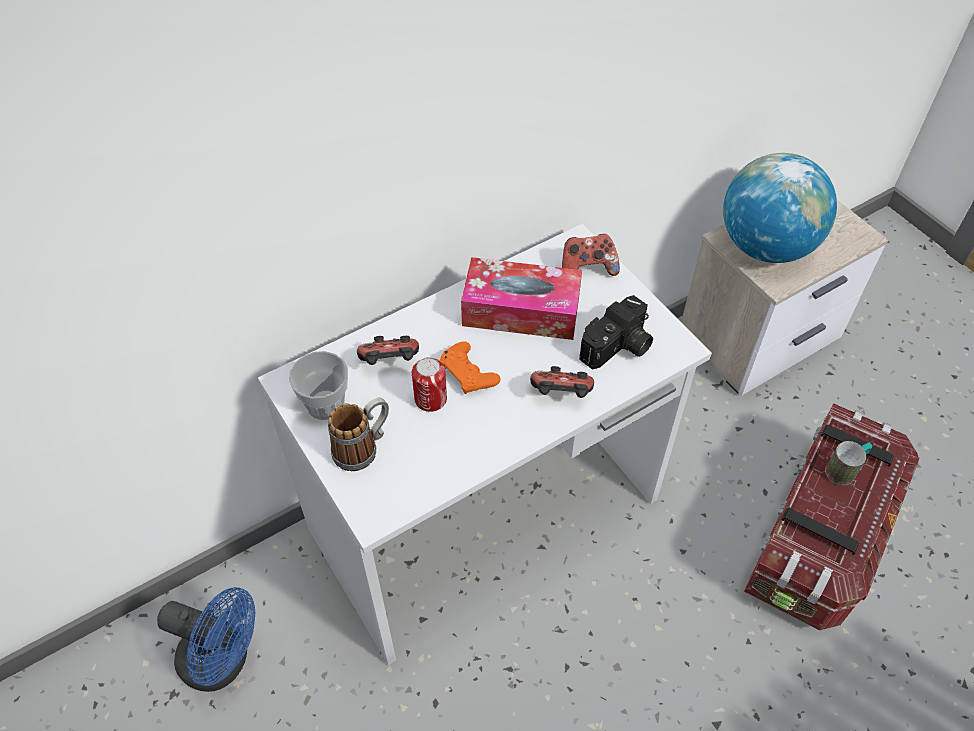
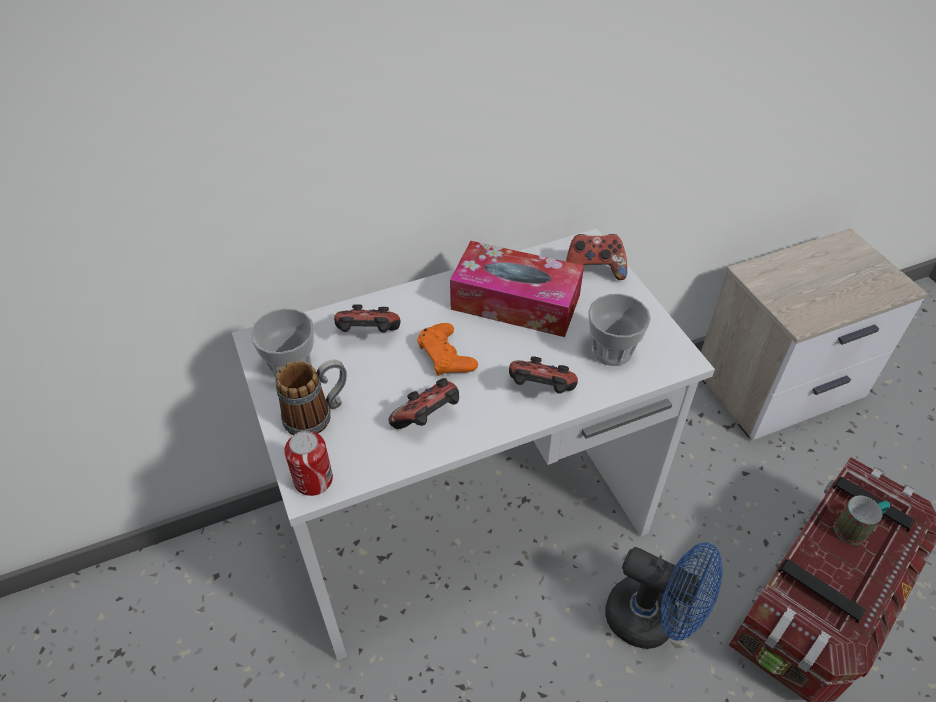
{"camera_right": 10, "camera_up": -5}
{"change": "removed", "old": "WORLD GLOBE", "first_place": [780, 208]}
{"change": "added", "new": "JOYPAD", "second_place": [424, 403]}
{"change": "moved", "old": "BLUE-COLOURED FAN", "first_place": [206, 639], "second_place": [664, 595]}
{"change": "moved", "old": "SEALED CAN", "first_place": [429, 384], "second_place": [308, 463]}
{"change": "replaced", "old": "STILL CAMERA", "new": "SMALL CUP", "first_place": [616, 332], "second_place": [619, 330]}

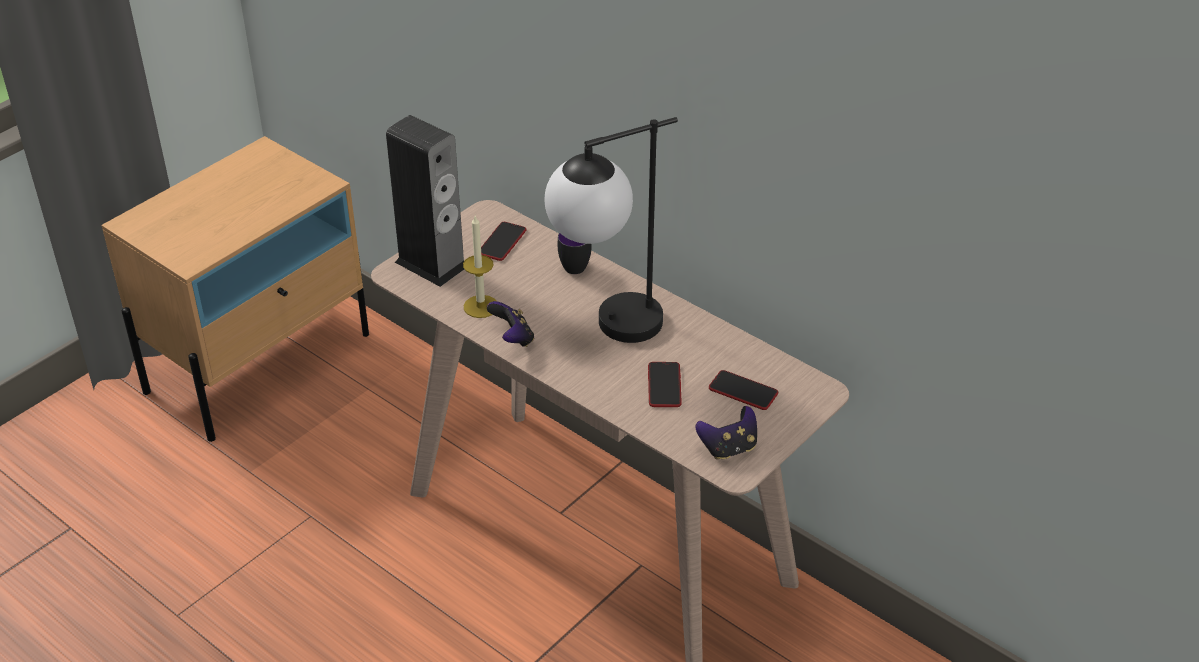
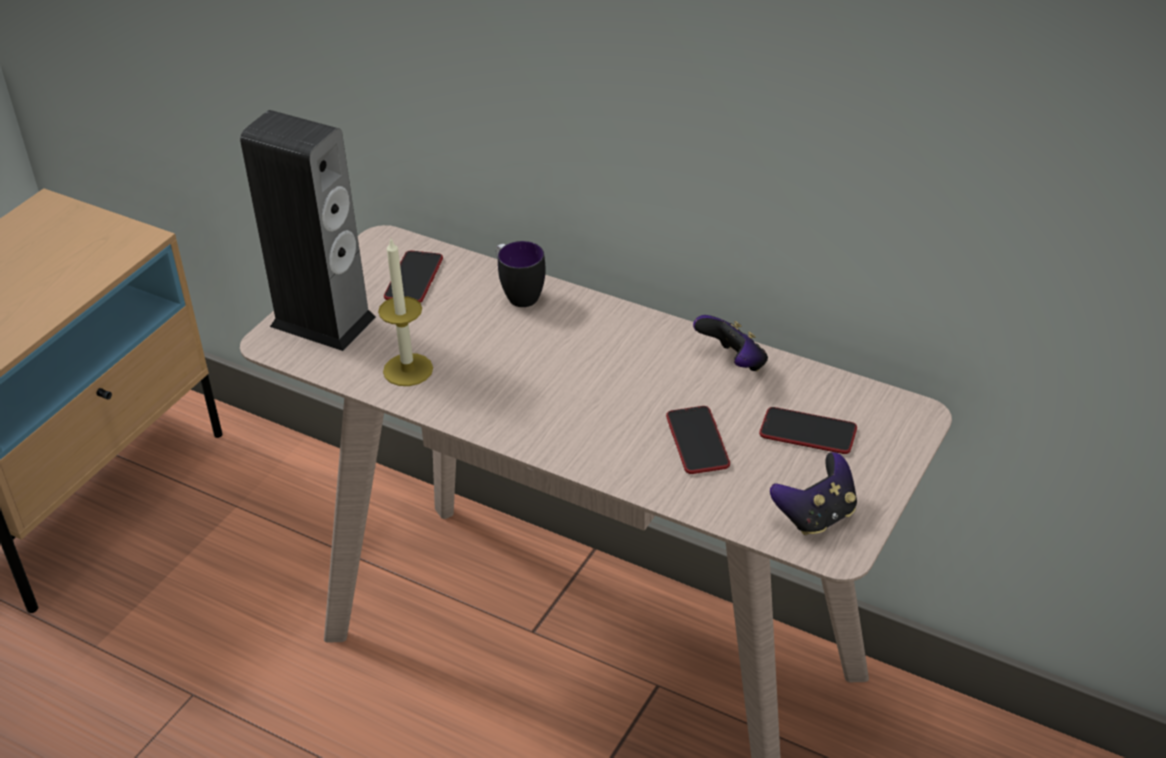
{"camera_right": -10, "camera_up": 0}
{"change": "removed", "old": "TABLE LAMP", "first_place": [611, 230]}
{"change": "moved", "old": "JOYPAD", "first_place": [510, 324], "second_place": [730, 343]}

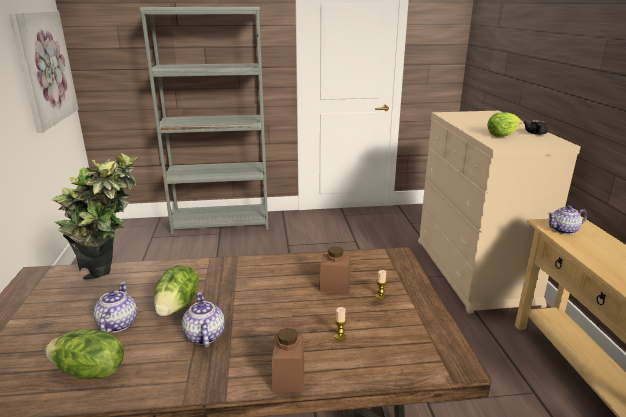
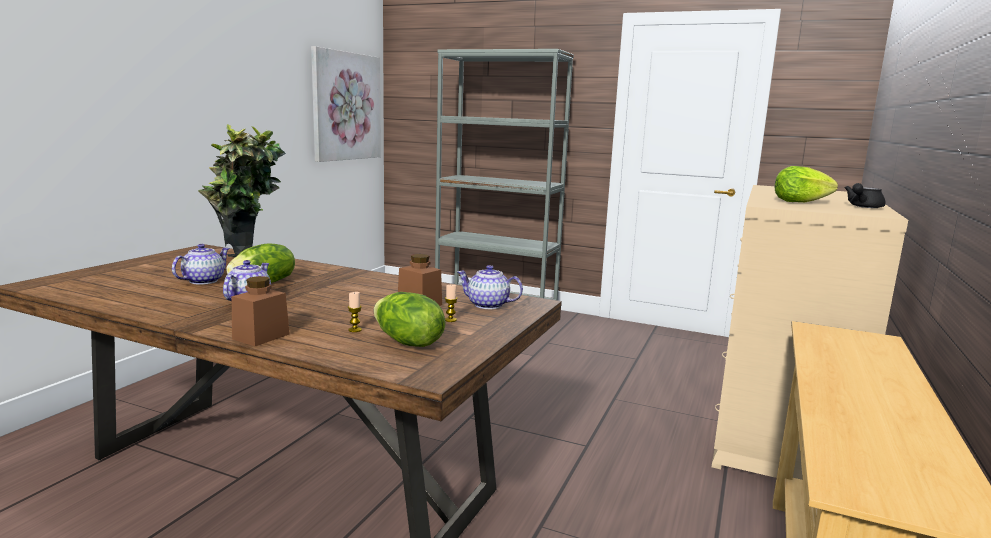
{"camera_right": 30, "camera_up": -10}
{"change": "moved", "old": "LETTUCE", "first_place": [84, 354], "second_place": [410, 319]}
{"change": "moved", "old": "TEAPOT", "first_place": [567, 219], "second_place": [490, 287]}

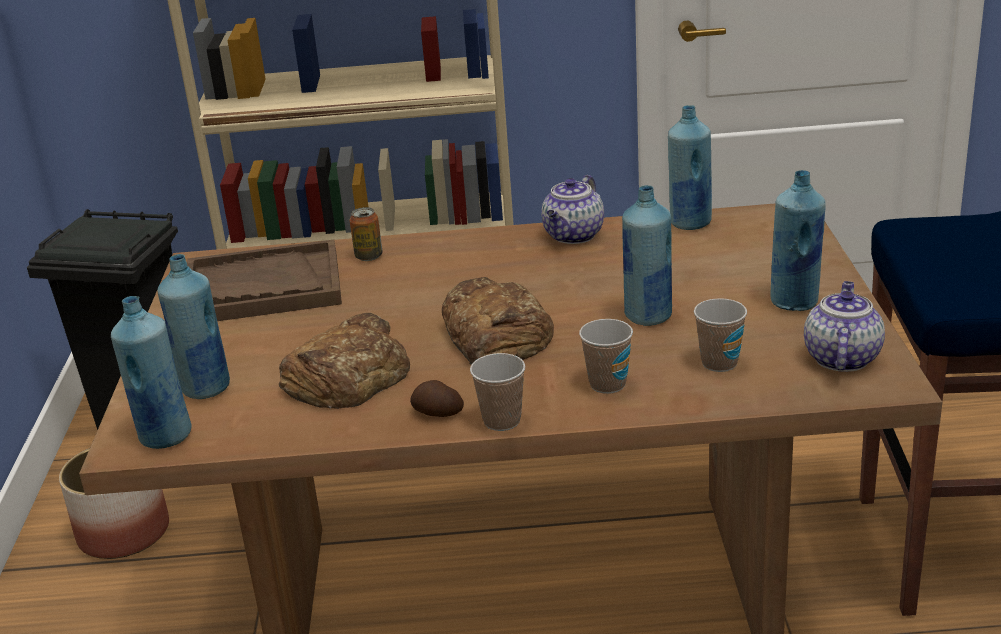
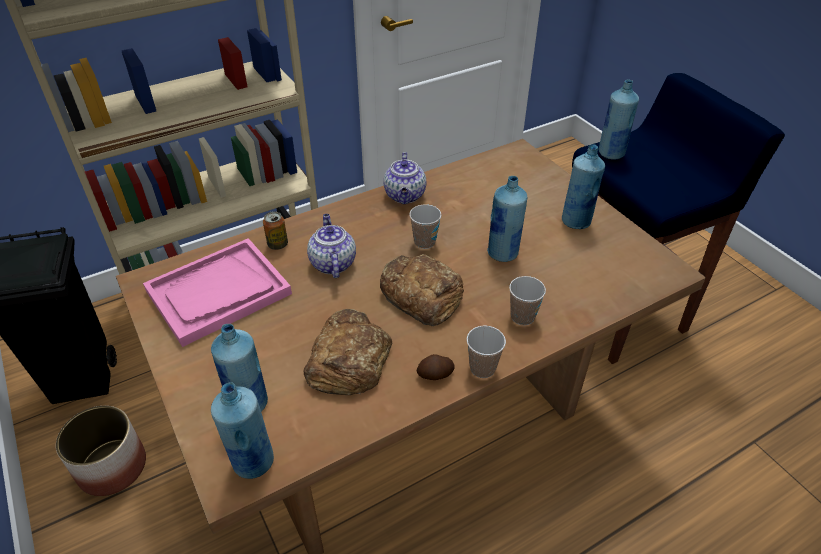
{"camera_right": -30, "camera_up": 15}
{"change": "moved", "old": "BLUE-COLOURED DRINK BOTTLE", "first_place": [690, 167], "second_place": [619, 120]}
{"change": "moved", "old": "SMALL CUP", "first_place": [720, 335], "second_place": [425, 226]}
{"change": "moved", "old": "TEAPOT", "first_place": [844, 326], "second_place": [331, 246]}
{"change": "recoloured", "old": "BROWN CARRYING TRAY", "new": "PINKISH CARRYING TRAY", "first_place": [264, 280], "second_place": [217, 292]}

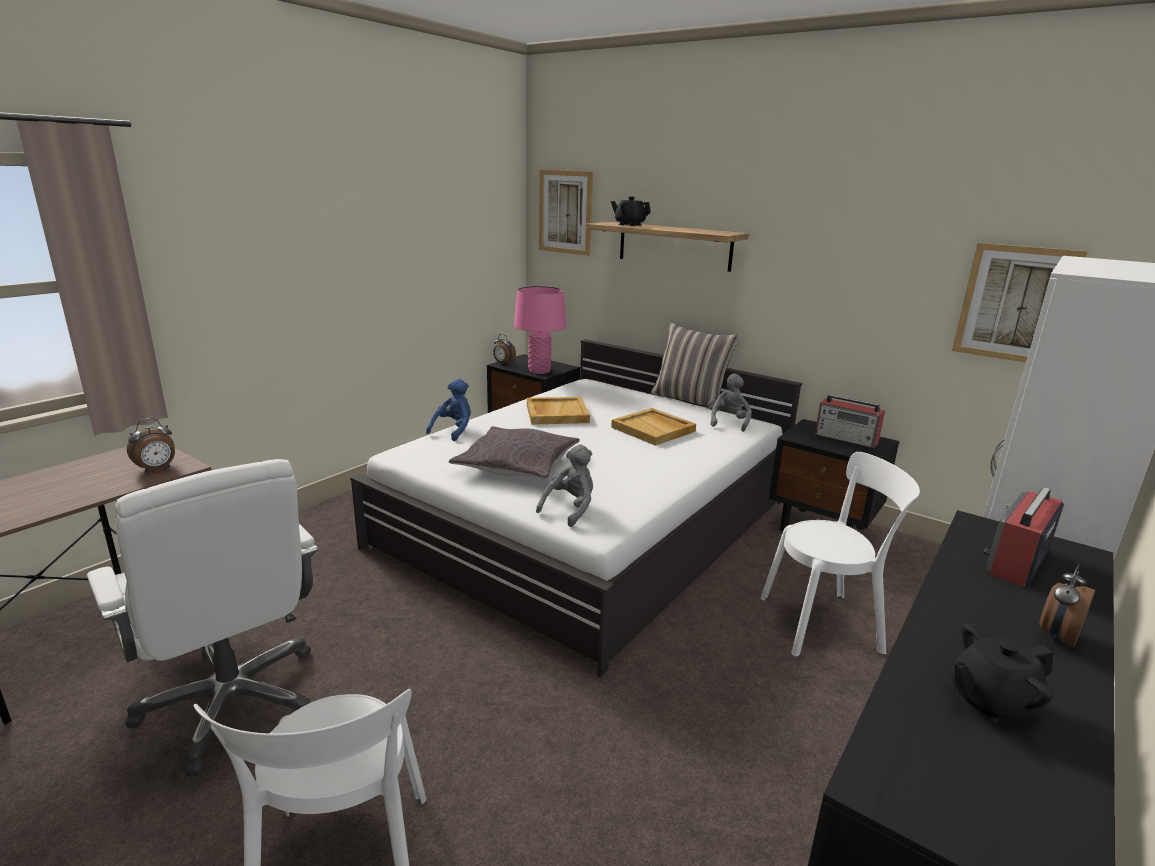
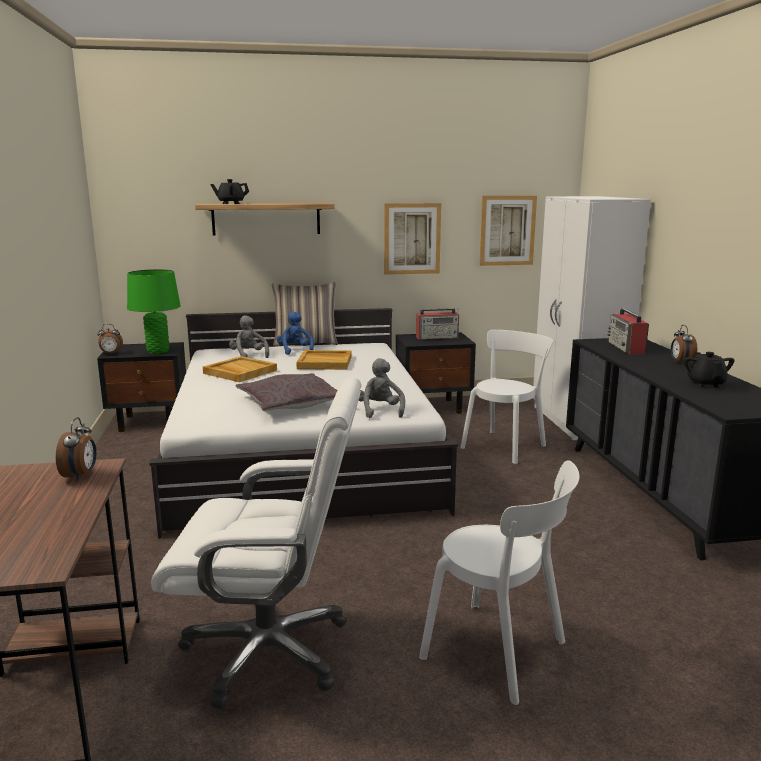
{"camera_right": -45, "camera_up": -5}
{"change": "moved", "old": "BLUE-COLOURED PLUSH TOY", "first_place": [448, 410], "second_place": [295, 333]}
{"change": "moved", "old": "WALL ART", "first_place": [566, 213], "second_place": [412, 239]}
{"change": "moved", "old": "GRAY PLUSH TOY", "first_place": [730, 402], "second_place": [249, 336]}
{"change": "recoloured", "old": "PINKISH TABLE LAMP", "new": "GREEN-COLOURED TABLE LAMP", "first_place": [540, 330], "second_place": [154, 311]}
{"change": "turned", "old": "BLACK-COLOURED TEAPOT", "first_place": [1001, 673], "second_place": [708, 370], "degrees": 150}

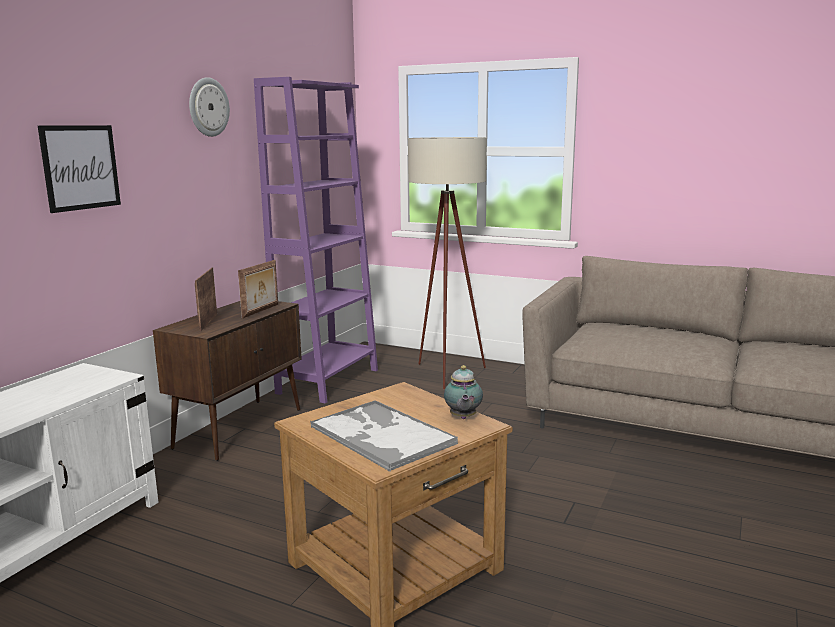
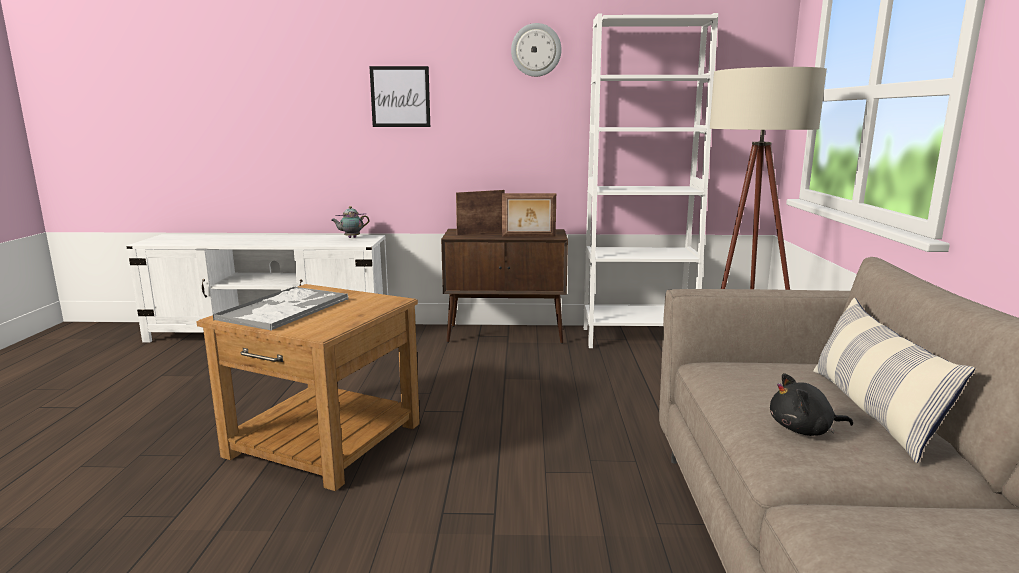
{"camera_right": 65, "camera_up": 0}
{"change": "added", "new": "BLACK-COLOURED PLUSH TOY", "second_place": [811, 404]}
{"change": "added", "new": "THROW PILLOW", "second_place": [894, 380]}
{"change": "moved", "old": "TEAPOT", "first_place": [463, 392], "second_place": [350, 222]}
{"change": "recoloured", "old": "PURPLISH SHELVING UNIT", "new": "WHITE SHELVING UNIT", "first_place": [316, 240], "second_place": [650, 180]}

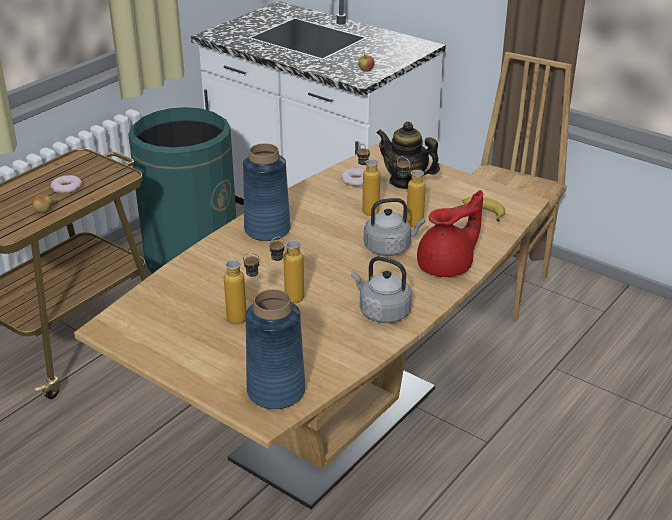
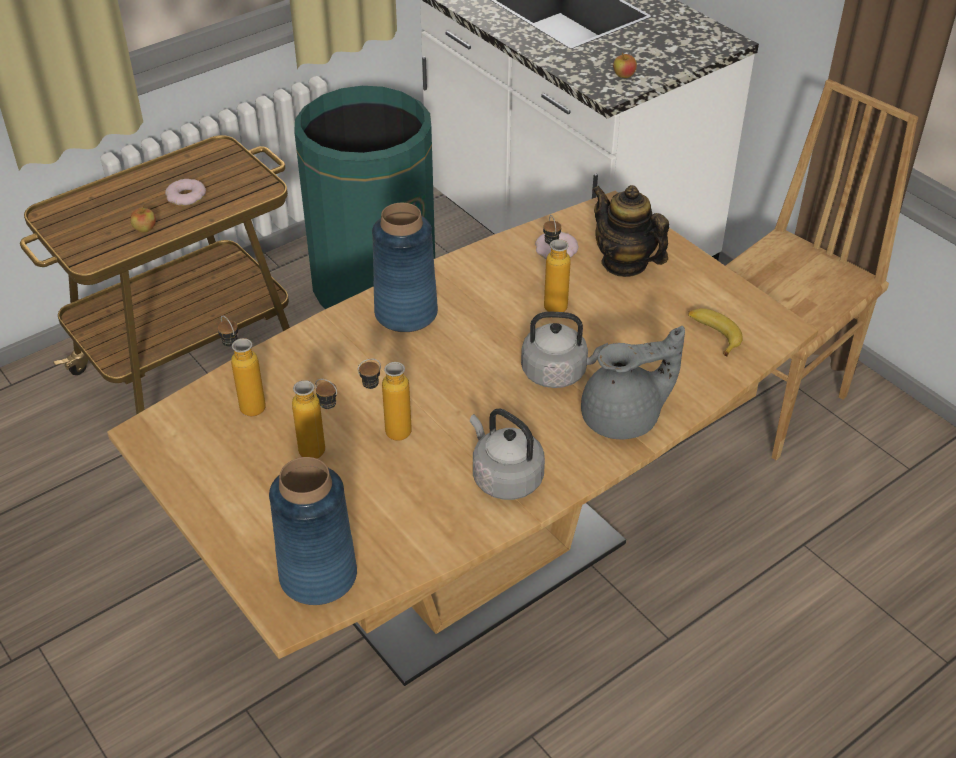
{"camera_right": 15, "camera_up": 10}
{"change": "moved", "old": "DRINK BOTTLE", "first_place": [411, 191], "second_place": [242, 365]}
{"change": "recoloured", "old": "RED TEAPOT", "new": "GRAY TEAPOT", "first_place": [450, 233], "second_place": [633, 383]}

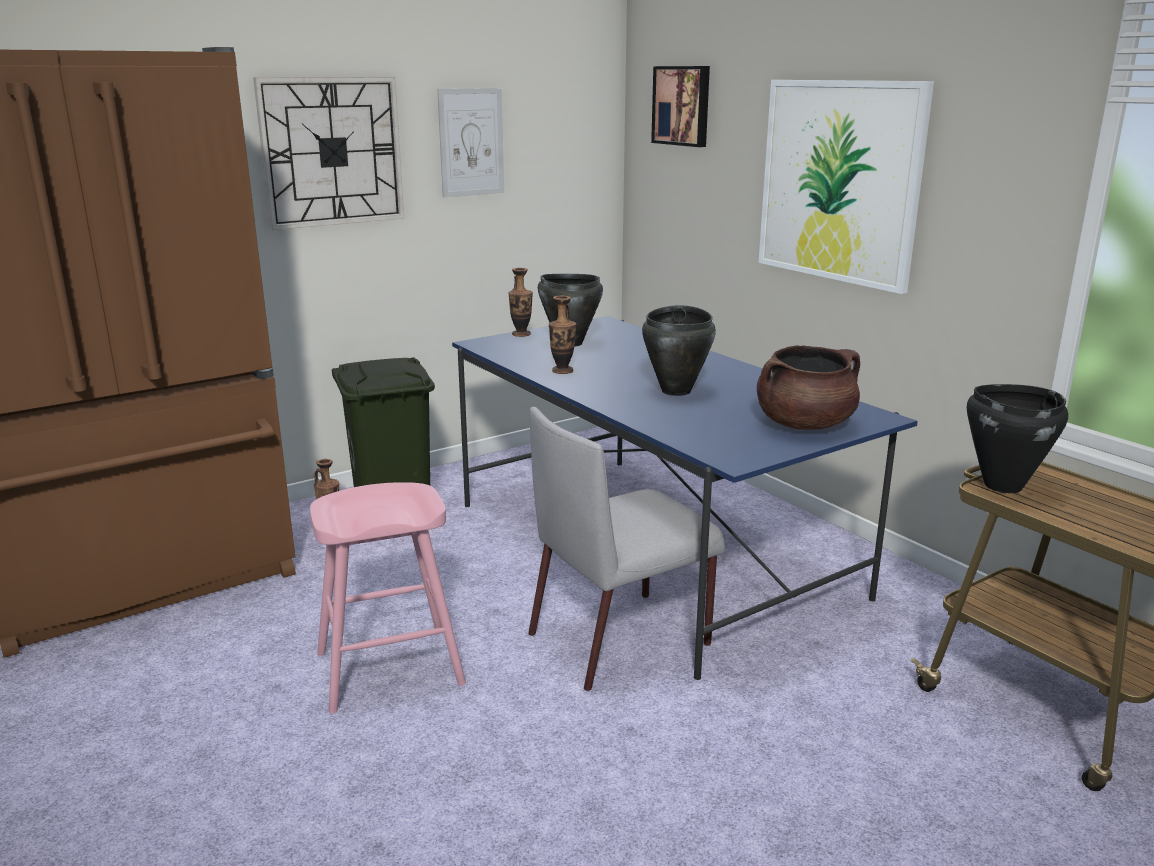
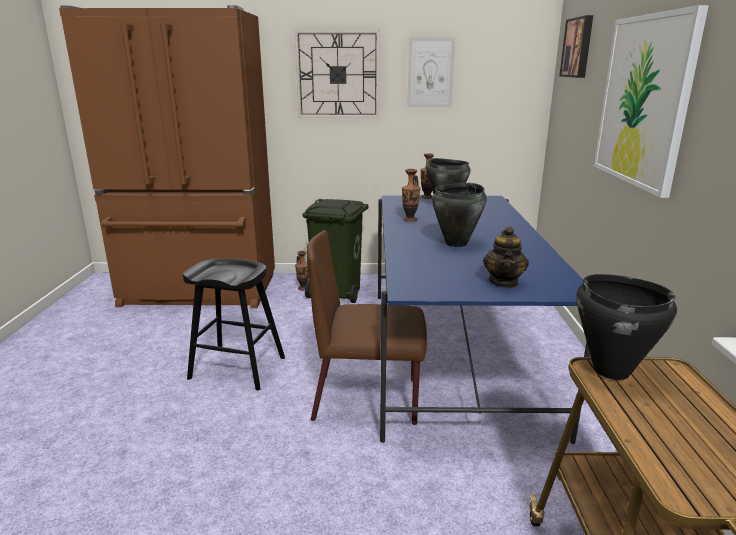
{"camera_right": 35, "camera_up": 0}
{"change": "replaced", "old": "BROWN SAUCEPOT", "new": "TEAPOT", "first_place": [808, 387], "second_place": [506, 257]}
{"change": "recoloured", "old": "PINKISH STOOL", "new": "BLACK-COLOURED STOOL", "first_place": [388, 598], "second_place": [234, 324]}
{"change": "recoloured", "old": "GRAY PLAIN CHAIR", "new": "BROWN PLAIN CHAIR", "first_place": [626, 549], "second_place": [367, 327]}

